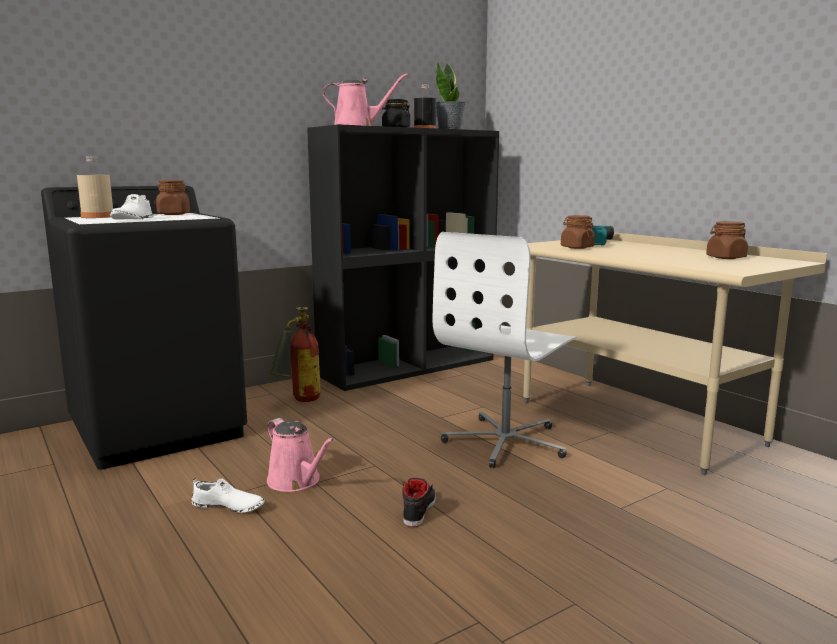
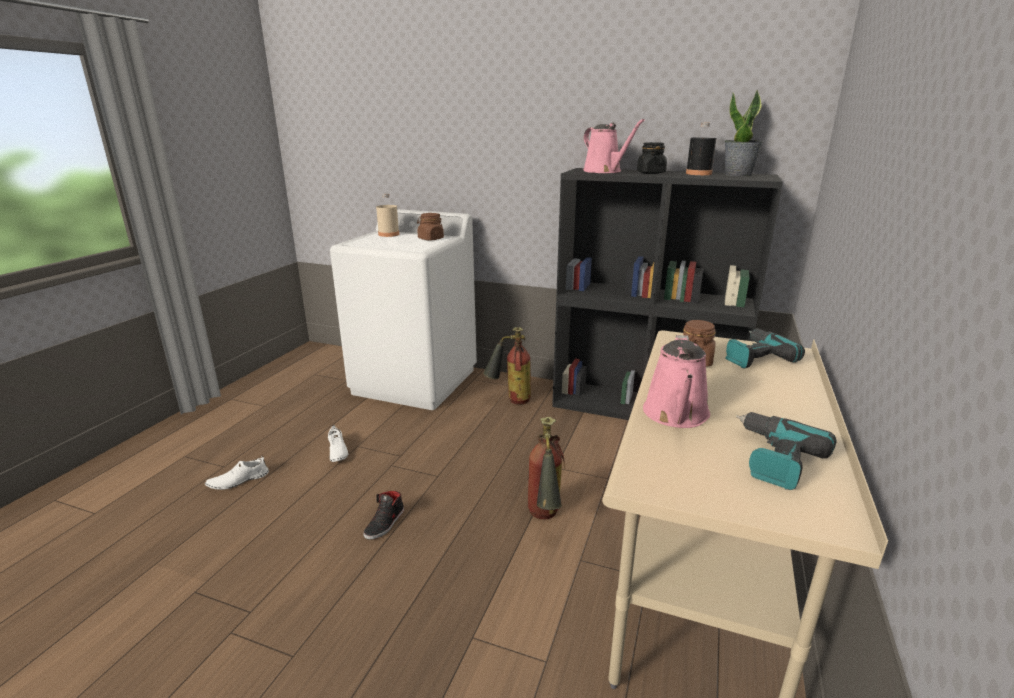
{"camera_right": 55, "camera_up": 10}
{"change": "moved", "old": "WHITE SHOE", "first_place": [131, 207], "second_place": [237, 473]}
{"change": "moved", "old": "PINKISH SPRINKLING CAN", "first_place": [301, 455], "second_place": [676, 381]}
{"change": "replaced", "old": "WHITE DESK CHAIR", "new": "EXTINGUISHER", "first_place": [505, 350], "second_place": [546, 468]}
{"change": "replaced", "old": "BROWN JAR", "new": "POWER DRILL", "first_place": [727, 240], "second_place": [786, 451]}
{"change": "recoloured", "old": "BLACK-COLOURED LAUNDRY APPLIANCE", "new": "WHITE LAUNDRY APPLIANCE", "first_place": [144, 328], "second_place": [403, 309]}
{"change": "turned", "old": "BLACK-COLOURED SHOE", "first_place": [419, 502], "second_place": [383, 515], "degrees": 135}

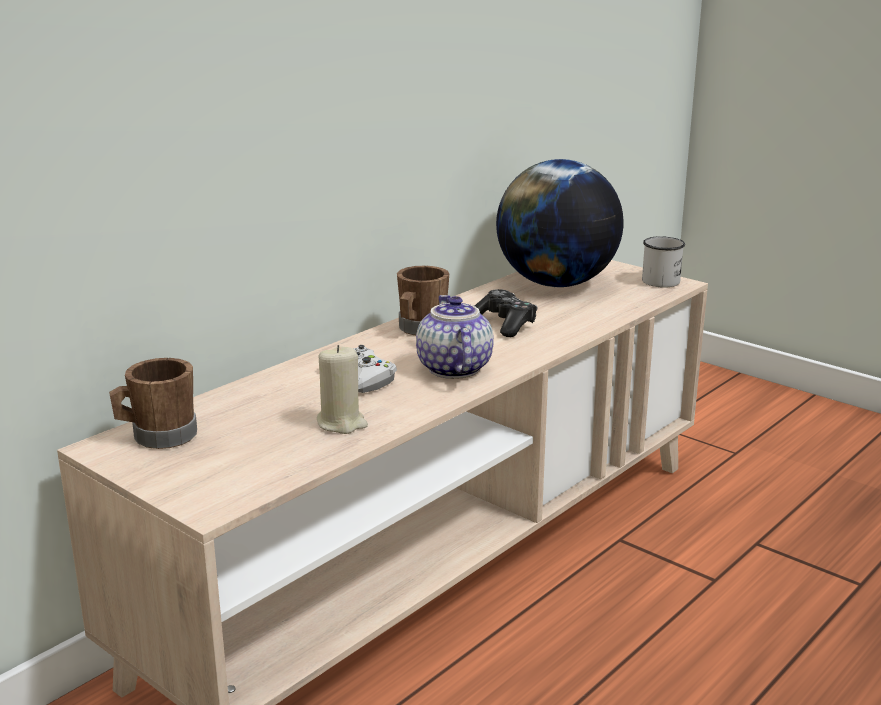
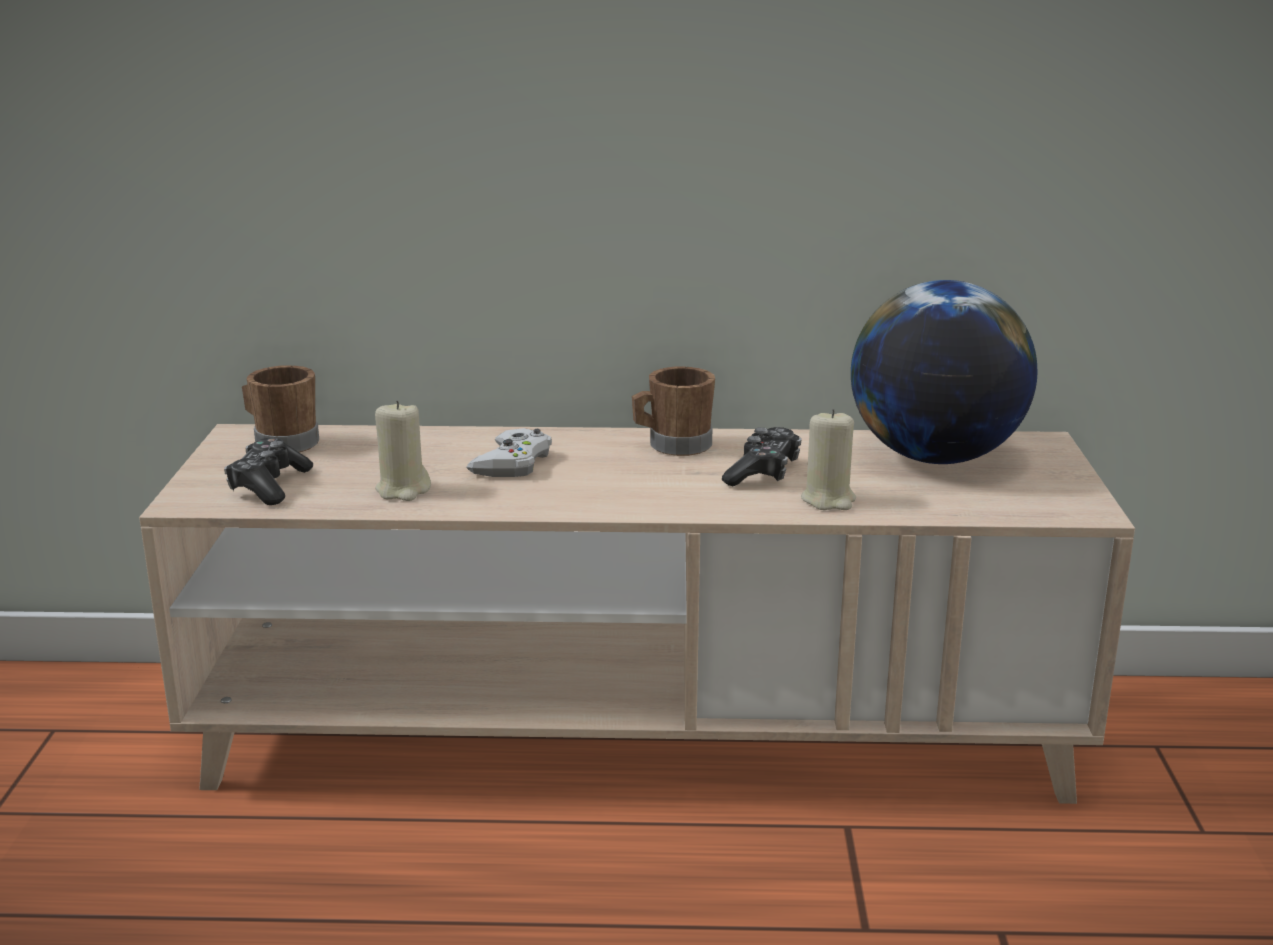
{"camera_right": 50, "camera_up": 0}
{"change": "removed", "old": "TEAPOT", "first_place": [455, 337]}
{"change": "removed", "old": "WHITE COFFEE MUG", "first_place": [663, 262]}
{"change": "added", "new": "JOYPAD", "second_place": [268, 471]}
{"change": "added", "new": "SAND-COLOURED WAX LIGHT", "second_place": [828, 459]}

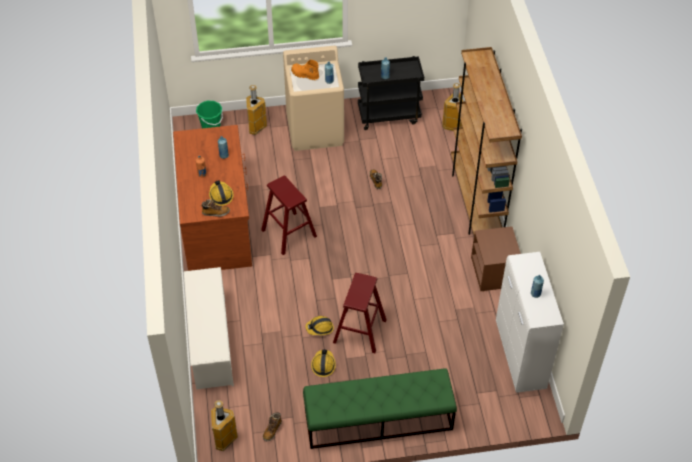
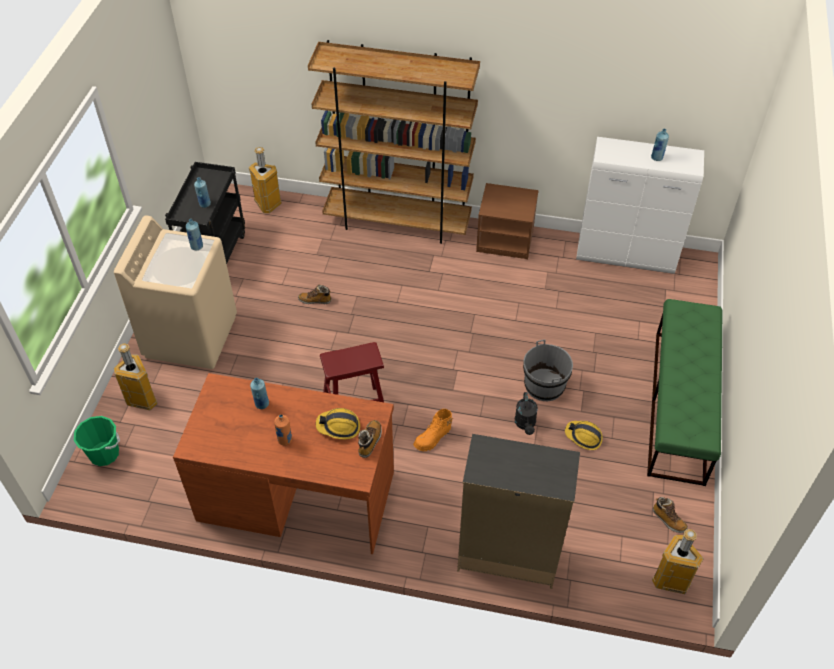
{"camera_right": -70, "camera_up": 0}
{"change": "moved", "old": "ORANGE-COLOURED HIGH-TOP BOOT", "first_place": [305, 69], "second_place": [433, 430]}
{"change": "replaced", "old": "WHITE SHOE SHELF", "new": "BLACK-COLOURED DRESSER", "first_place": [209, 328], "second_place": [518, 511]}
{"change": "replaced", "old": "HARD HAT", "new": "BLACK-COLOURED SPRINKLING CAN", "first_place": [319, 325], "second_place": [526, 413]}
{"change": "replaced", "old": "RED STOOL", "new": "GRAY BUCKET", "first_place": [360, 313], "second_place": [548, 370]}

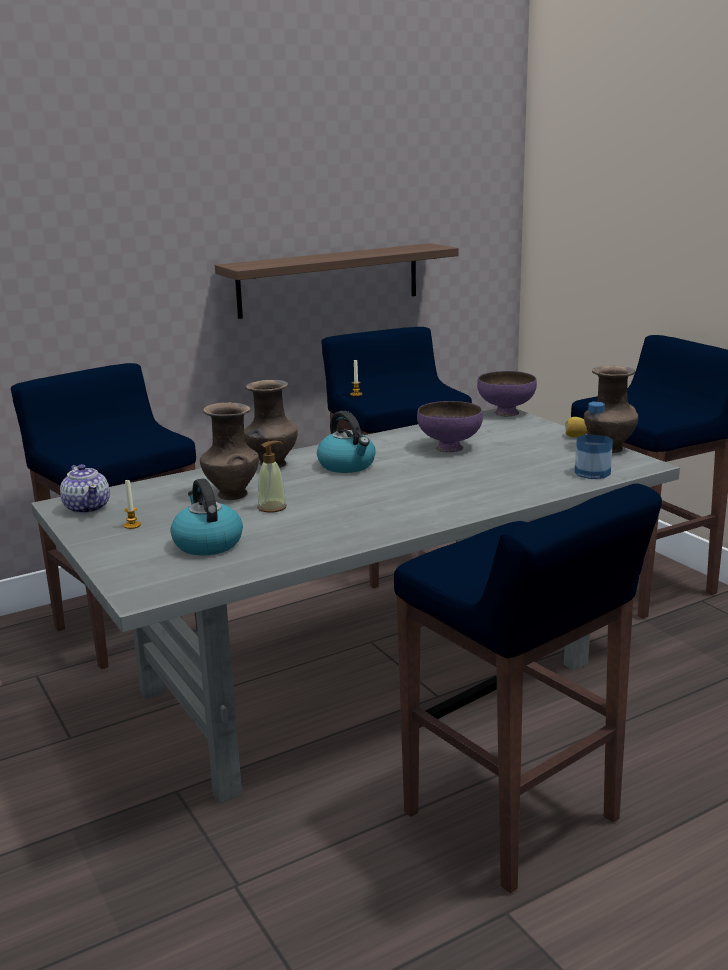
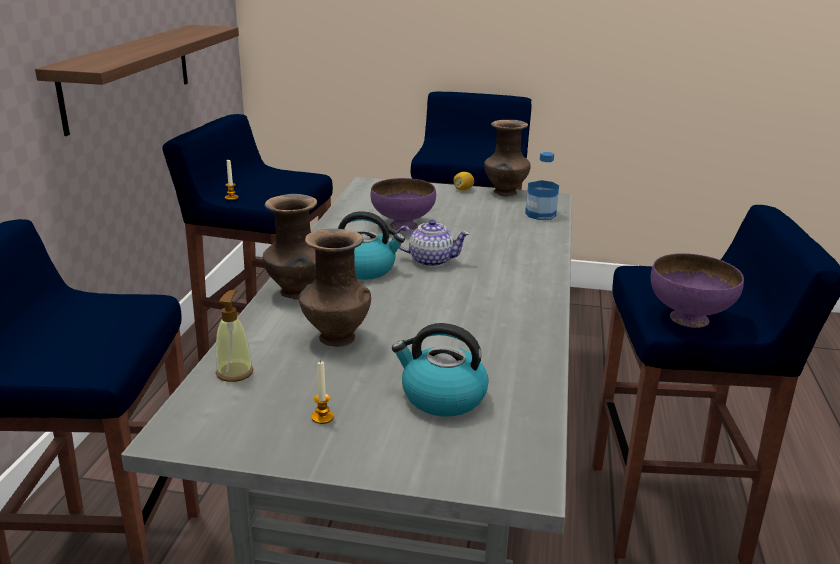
{"camera_right": -50, "camera_up": 5}
{"change": "moved", "old": "TEAPOT", "first_place": [85, 489], "second_place": [433, 243]}
{"change": "moved", "old": "LIQUID SOAP BOTTLE", "first_place": [272, 477], "second_place": [234, 336]}
{"change": "moved", "old": "PURPLISH SERVING BOWL", "first_place": [507, 393], "second_place": [697, 290]}

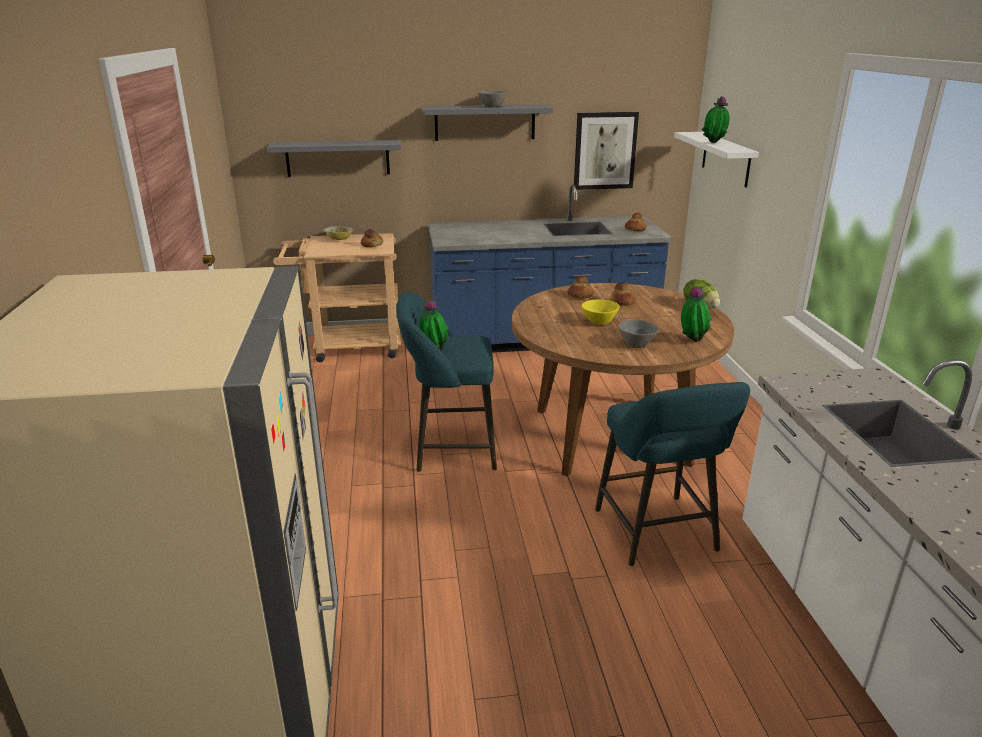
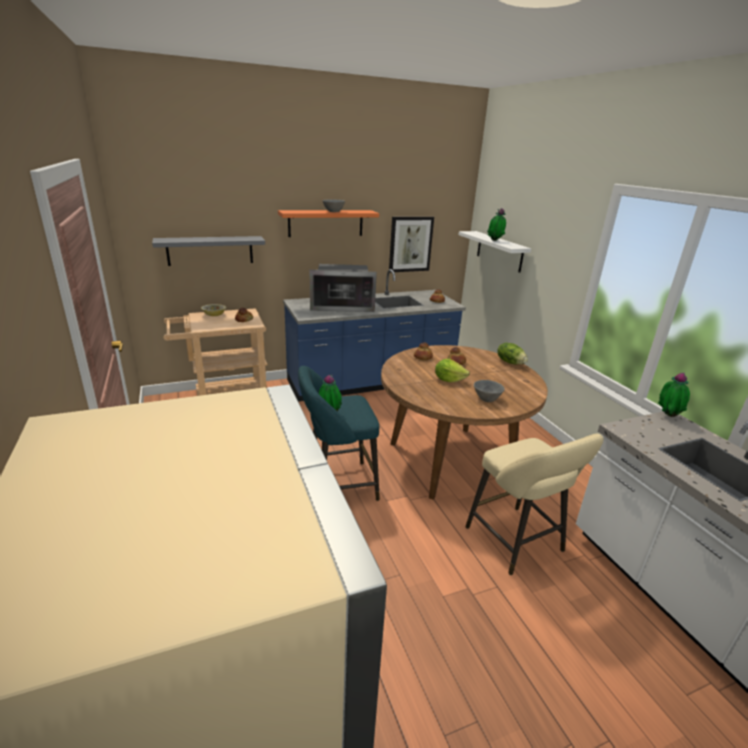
{"camera_right": -15, "camera_up": 0}
{"change": "added", "new": "MICROWAVE", "second_place": [343, 288]}
{"change": "moved", "old": "PLANT IN A POT", "first_place": [696, 314], "second_place": [674, 395]}
{"change": "replaced", "old": "YELLOW-COLOURED SERVING BOWL", "new": "LETTUCE", "first_place": [600, 312], "second_place": [452, 370]}
{"change": "recoloured", "old": "GRAY SHELF", "new": "ORANGE-COLOURED SHELF", "first_place": [487, 122], "second_place": [328, 223]}
{"change": "recoloured", "old": "TURQUOISE STOOL", "new": "SAND-COLOURED STOOL", "first_place": [672, 474], "second_place": [534, 504]}

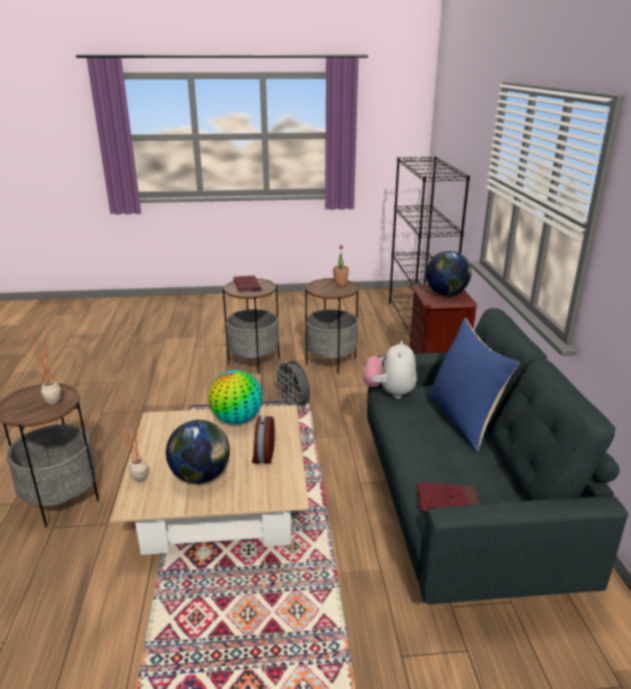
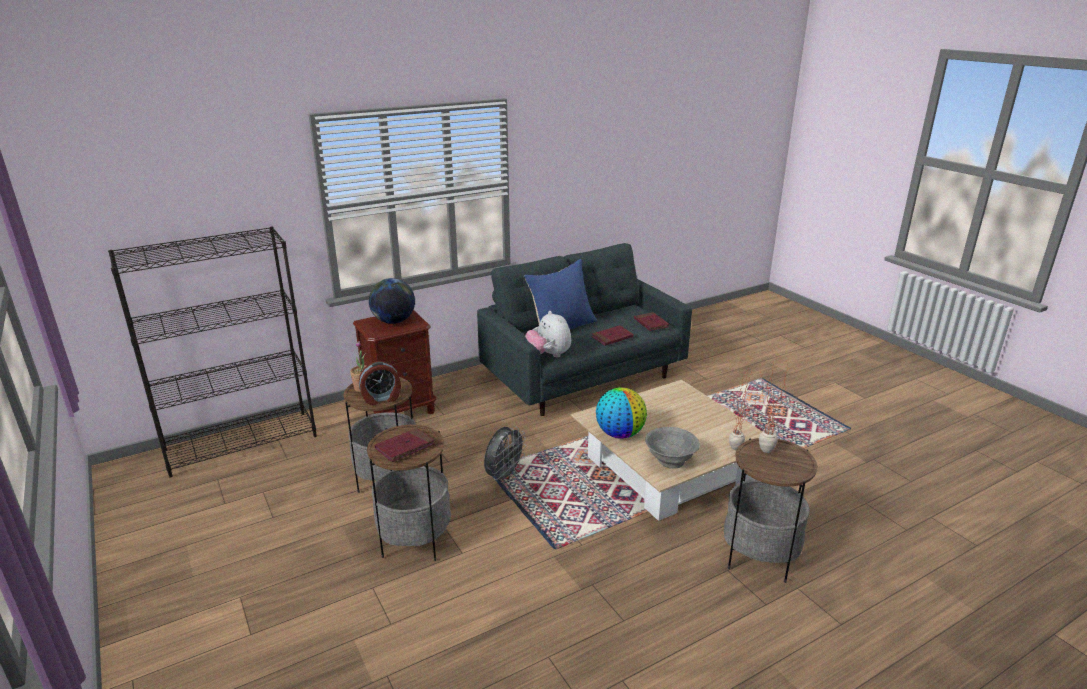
{"camera_right": -115, "camera_up": 0}
{"change": "removed", "old": "WORLD GLOBE", "first_place": [198, 452]}
{"change": "added", "new": "RED BOOK", "second_place": [613, 335]}
{"change": "added", "new": "GRAY SERVING BOWL", "second_place": [672, 448]}
{"change": "moved", "old": "ALARM CLOCK", "first_place": [263, 439], "second_place": [380, 383]}
{"change": "turned", "old": "PLUSH TOY", "first_place": [390, 369], "second_place": [548, 334], "degrees": 75}

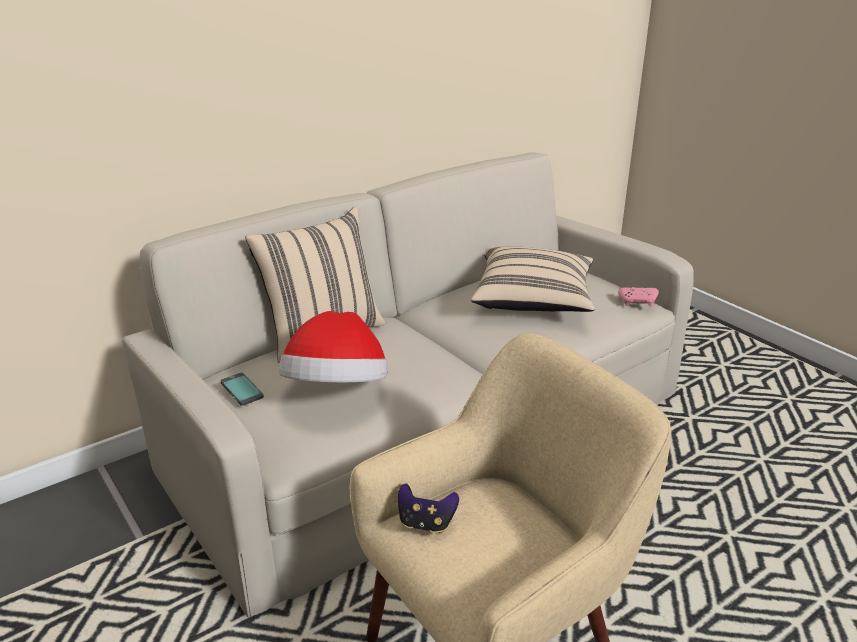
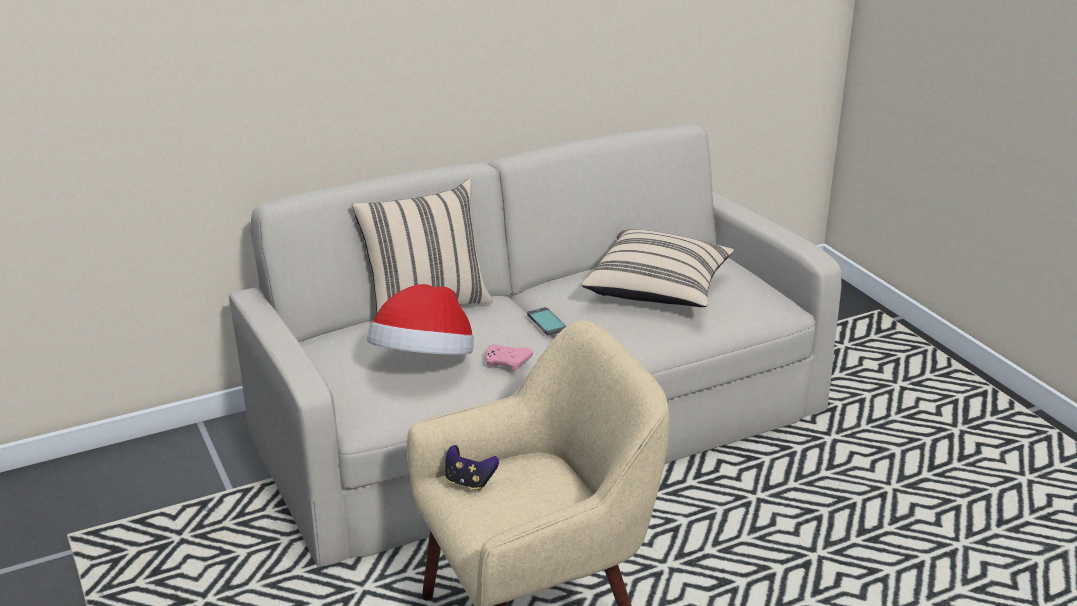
{"camera_right": 10, "camera_up": 0}
{"change": "moved", "old": "HANDSET", "first_place": [242, 389], "second_place": [547, 321]}
{"change": "moved", "old": "PINKISH JOYPAD", "first_place": [638, 297], "second_place": [509, 357]}

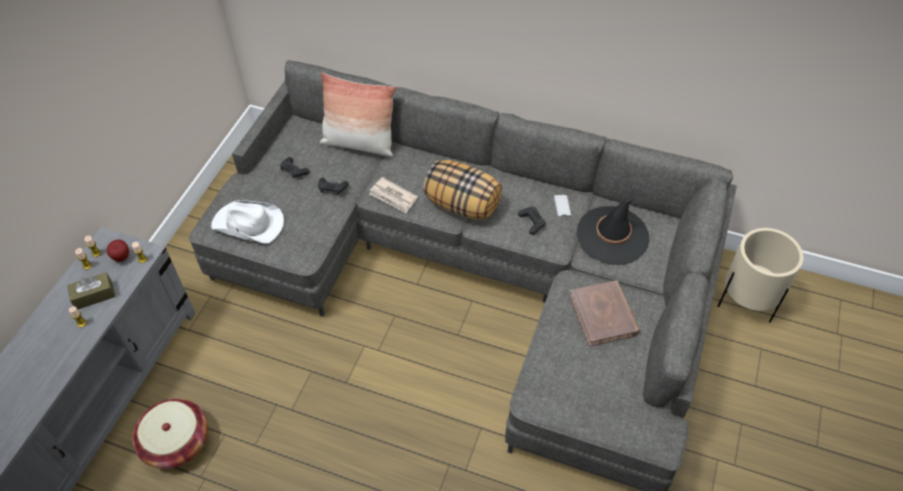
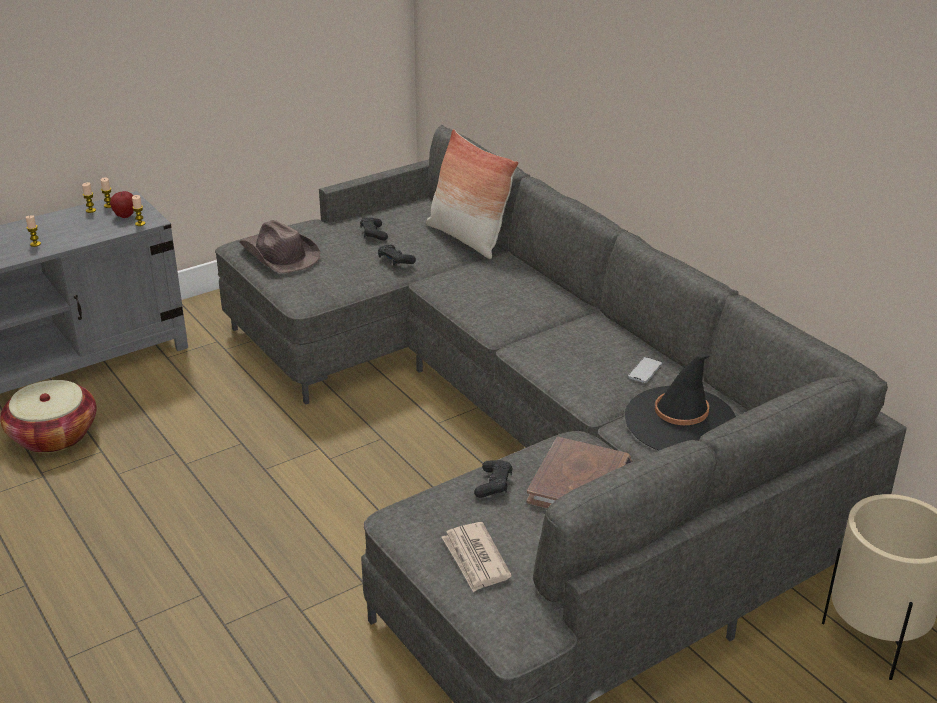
{"camera_right": 35, "camera_up": -20}
{"change": "removed", "old": "BROWN BOX OF TISSUES", "first_place": [91, 291]}
{"change": "removed", "old": "THROW PILLOW", "first_place": [462, 189]}
{"change": "moved", "old": "DAILY PAPER", "first_place": [393, 195], "second_place": [477, 557]}
{"change": "moved", "old": "BLACK-COLOURED JOYPAD", "first_place": [532, 221], "second_place": [493, 479]}
{"change": "recoloured", "old": "WHITE WEARABLE HAT", "new": "BROWN WEARABLE HAT", "first_place": [247, 221], "second_place": [280, 247]}

